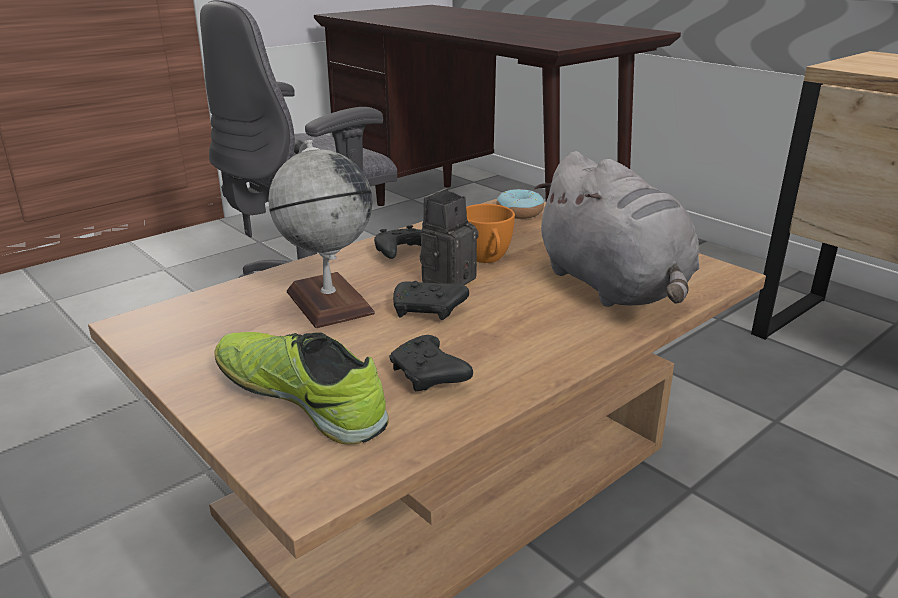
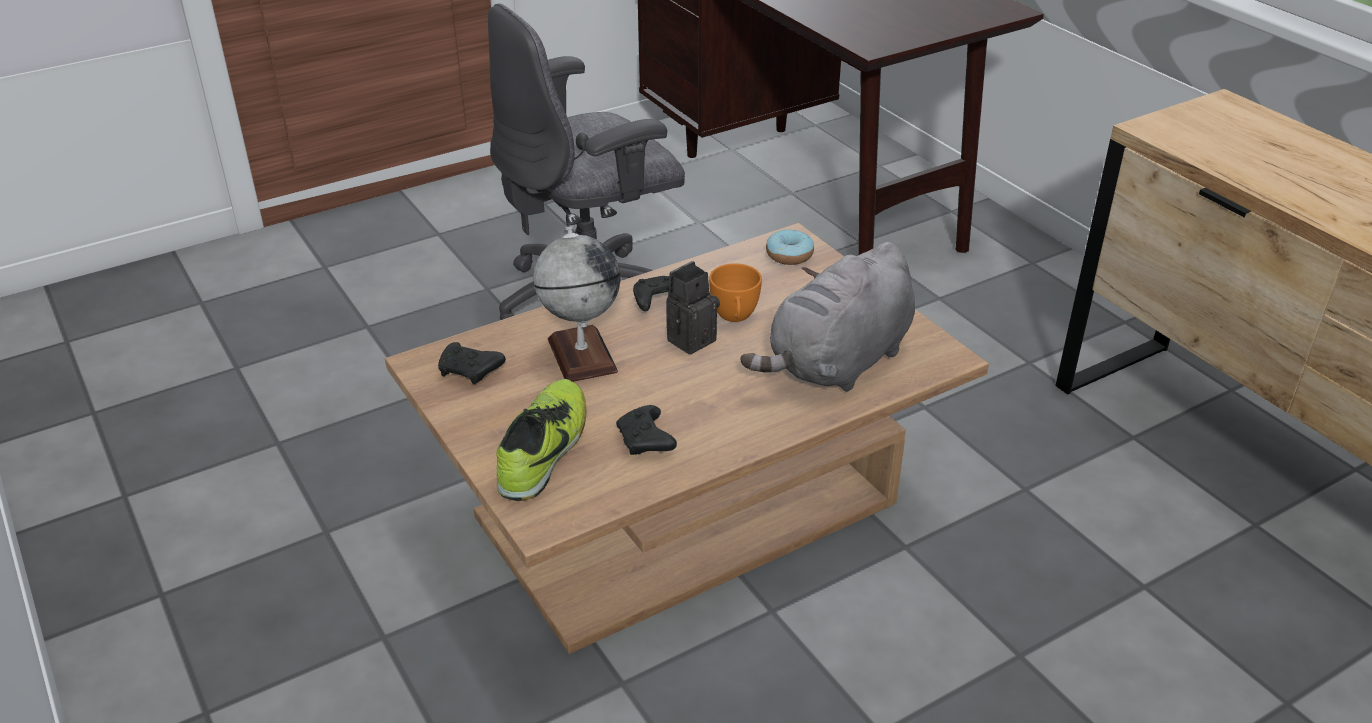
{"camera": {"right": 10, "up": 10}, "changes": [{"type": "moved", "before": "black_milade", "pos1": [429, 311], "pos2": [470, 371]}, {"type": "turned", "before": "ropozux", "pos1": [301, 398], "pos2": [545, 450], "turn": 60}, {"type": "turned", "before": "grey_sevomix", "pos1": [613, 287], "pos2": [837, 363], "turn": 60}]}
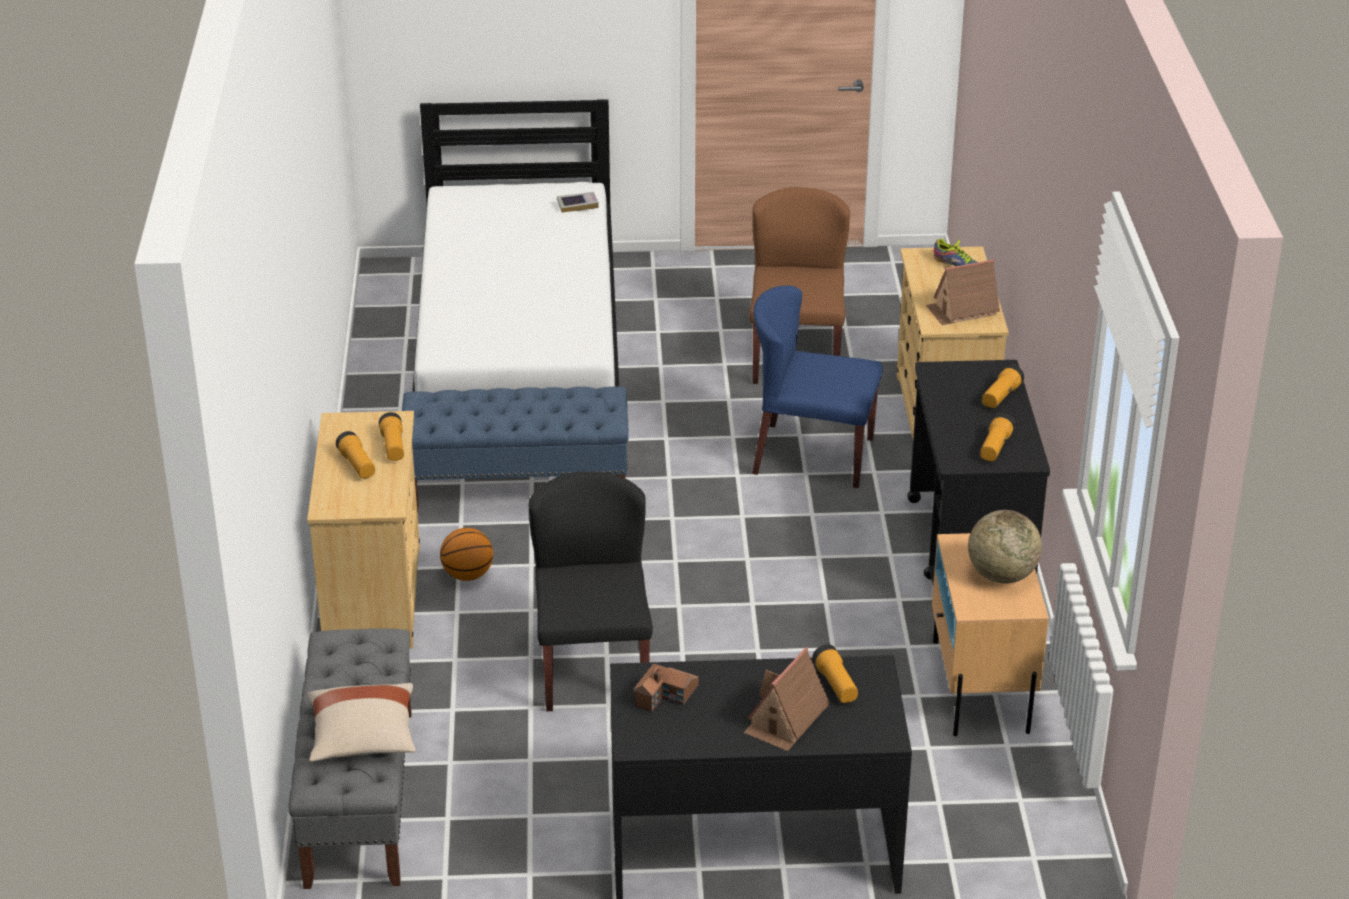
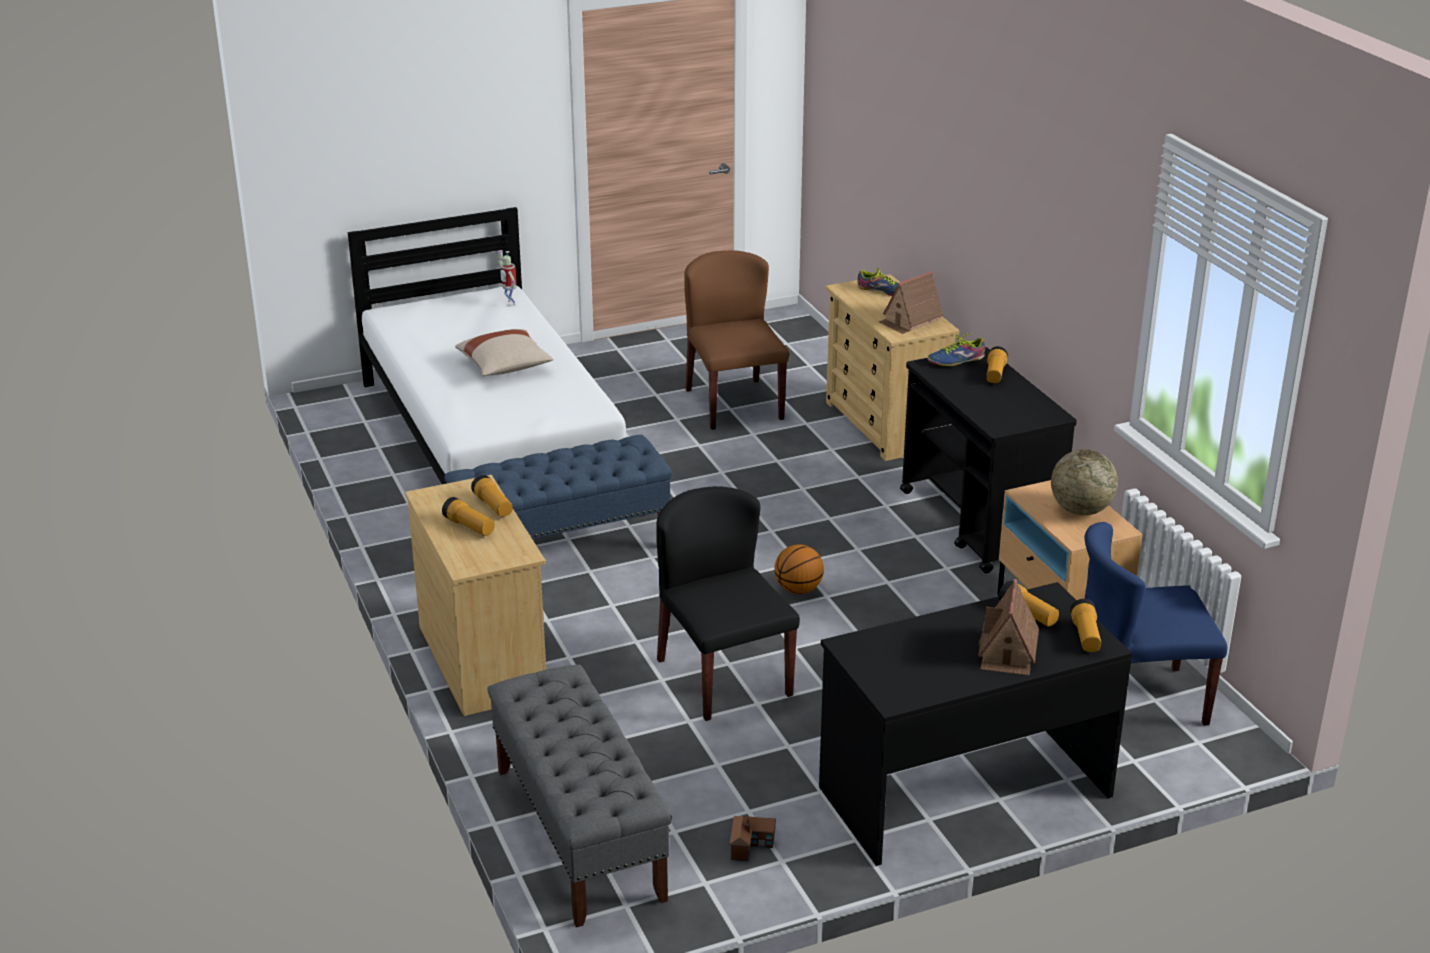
{"camera": {"right": -20, "up": -5}, "changes": [{"type": "added", "after": "ropozux", "pos2": [956, 360]}, {"type": "moved", "before": "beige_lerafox", "pos1": [363, 738], "pos2": [505, 367]}, {"type": "moved", "before": "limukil", "pos1": [467, 575], "pos2": [798, 590]}, {"type": "moved", "before": "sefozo", "pos1": [666, 695], "pos2": [752, 843]}, {"type": "moved", "before": "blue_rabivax", "pos1": [812, 455], "pos2": [1135, 700]}, {"type": "moved", "before": "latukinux", "pos1": [995, 447], "pos2": [1085, 636]}, {"type": "replaced", "before": "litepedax", "after": "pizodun", "pos1": [577, 205], "pos2": [509, 303]}]}
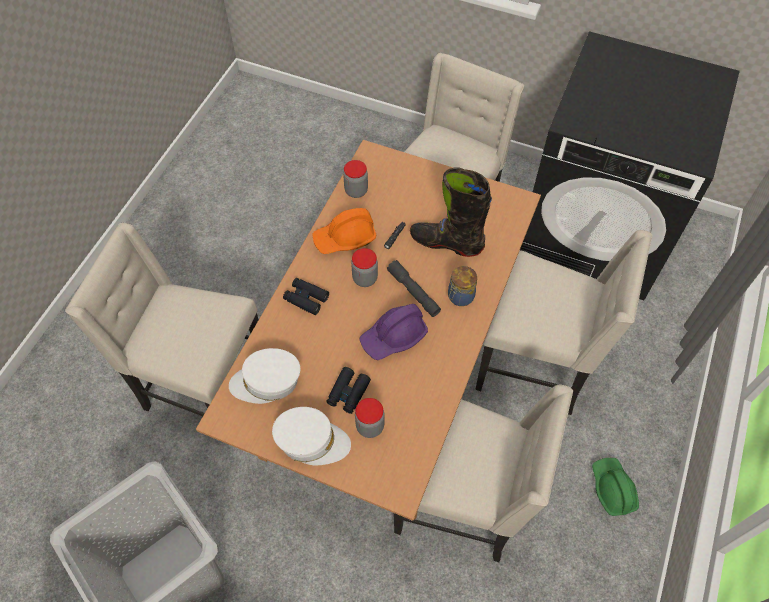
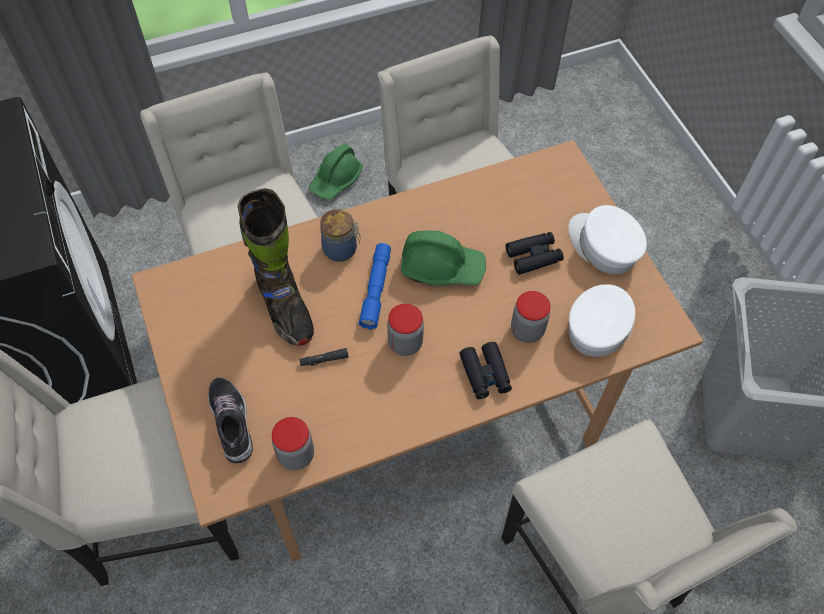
{"camera": {"right": -135, "up": 0}, "changes": [{"type": "removed", "before": "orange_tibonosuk", "pos1": [345, 238]}, {"type": "added", "after": "ropozux", "pos2": [231, 422]}, {"type": "moved", "before": "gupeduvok", "pos1": [370, 426], "pos2": [527, 330]}, {"type": "recoloured", "before": "purple_tibonosuk", "after": "green_tibonosuk", "pos1": [394, 337], "pos2": [442, 267]}, {"type": "recoloured", "before": "grey_latukinux", "after": "blue_latukinux", "pos1": [413, 292], "pos2": [376, 289]}, {"type": "turned", "before": "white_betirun", "pos1": [267, 382], "pos2": [600, 326], "turn": -90}]}
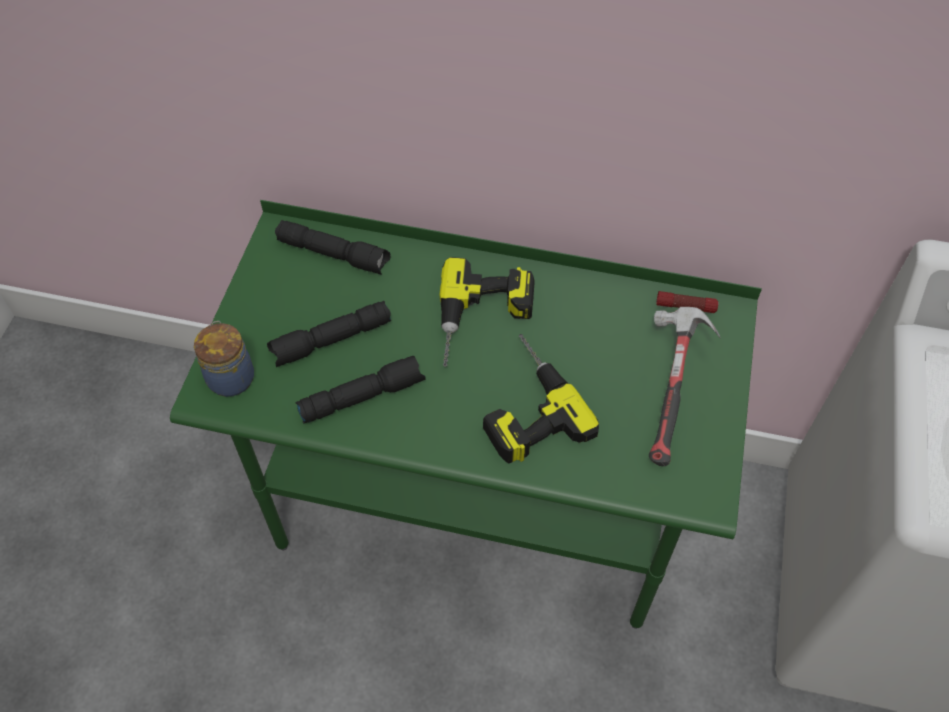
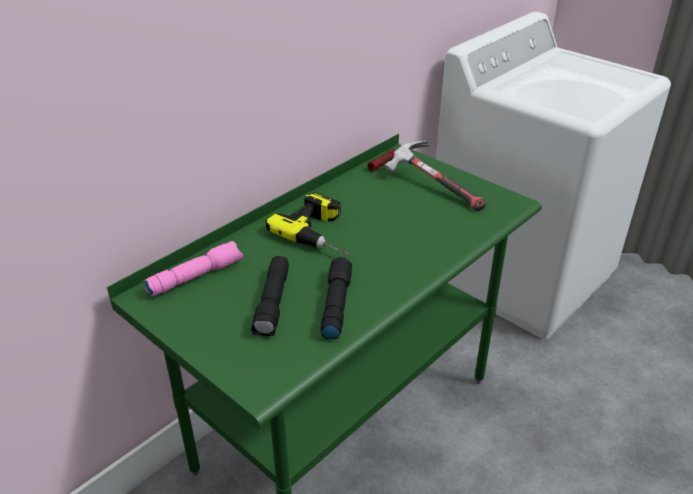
{"camera": {"right": -60, "up": -20}, "changes": [{"type": "removed", "before": "gupeduvok", "pos1": [231, 376]}, {"type": "removed", "before": "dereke", "pos1": [523, 404]}, {"type": "recoloured", "before": "black_latukinux", "after": "pink_latukinux", "pos1": [334, 254], "pos2": [196, 276]}]}
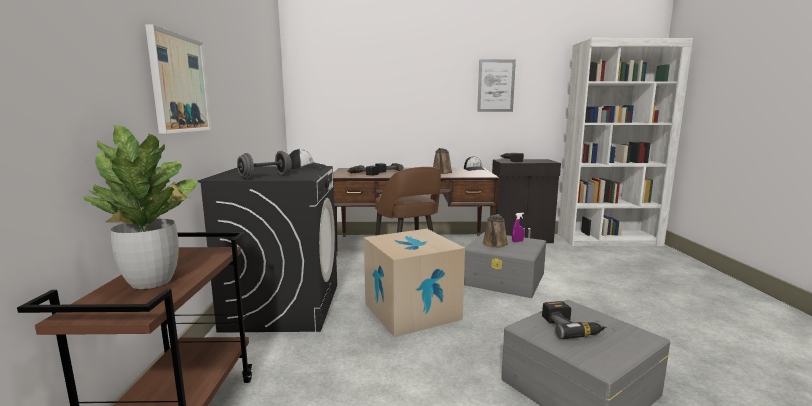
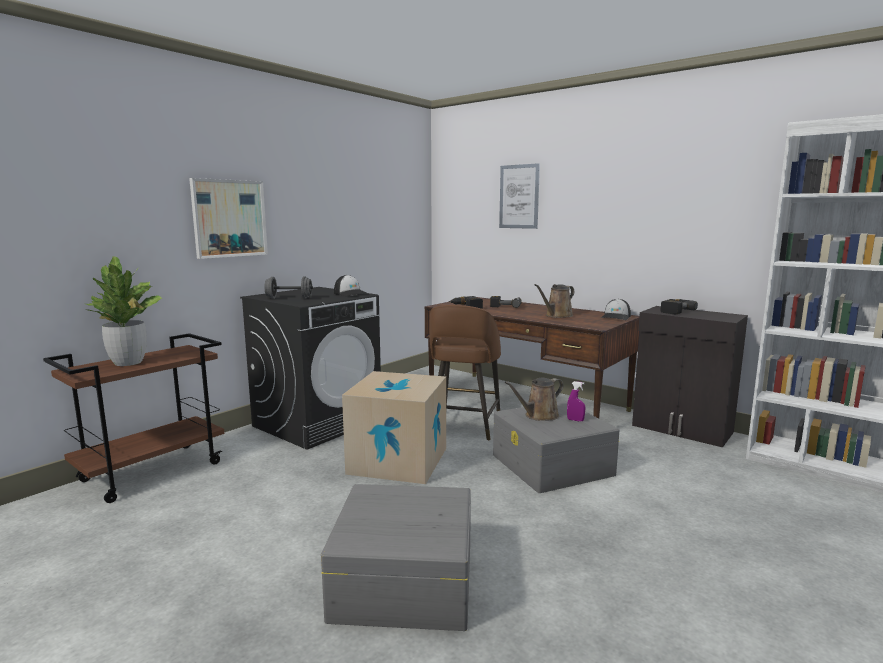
{"camera": {"right": 40, "up": 0}, "changes": [{"type": "removed", "before": "dereke", "pos1": [571, 328]}, {"type": "moved", "before": "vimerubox", "pos1": [496, 86], "pos2": [519, 196]}]}
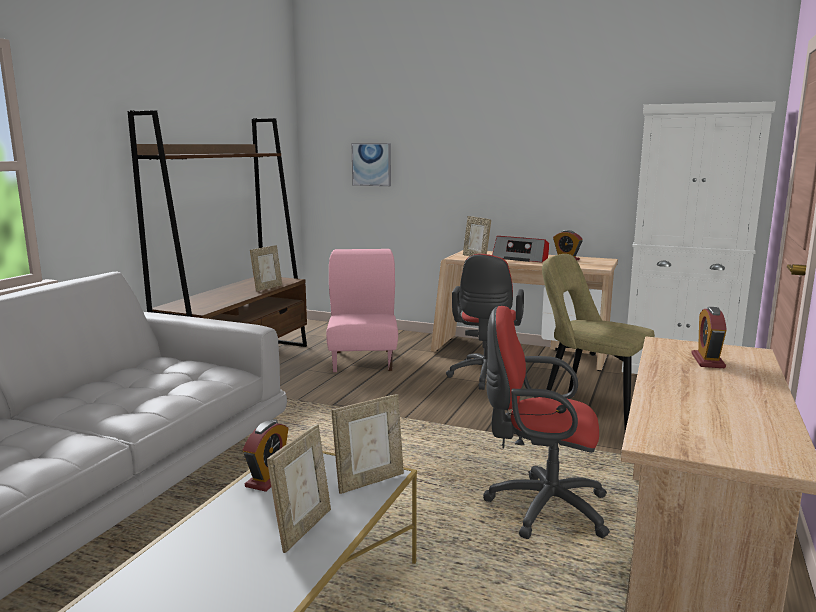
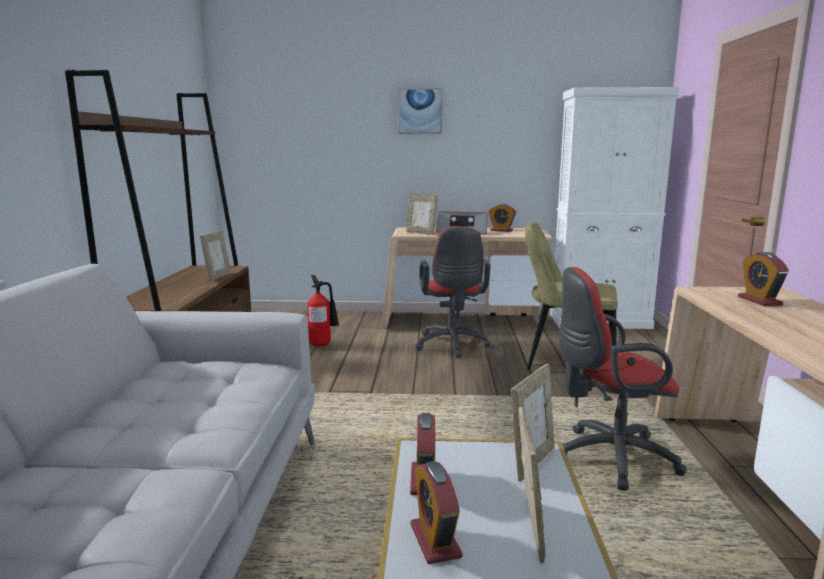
{"camera": {"right": -20, "up": 0}, "changes": [{"type": "added", "after": "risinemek", "pos2": [435, 541]}, {"type": "moved", "before": "vimerubox", "pos1": [371, 164], "pos2": [420, 111]}, {"type": "replaced", "before": "pink_rabivax", "after": "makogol", "pos1": [363, 360], "pos2": [323, 344]}]}
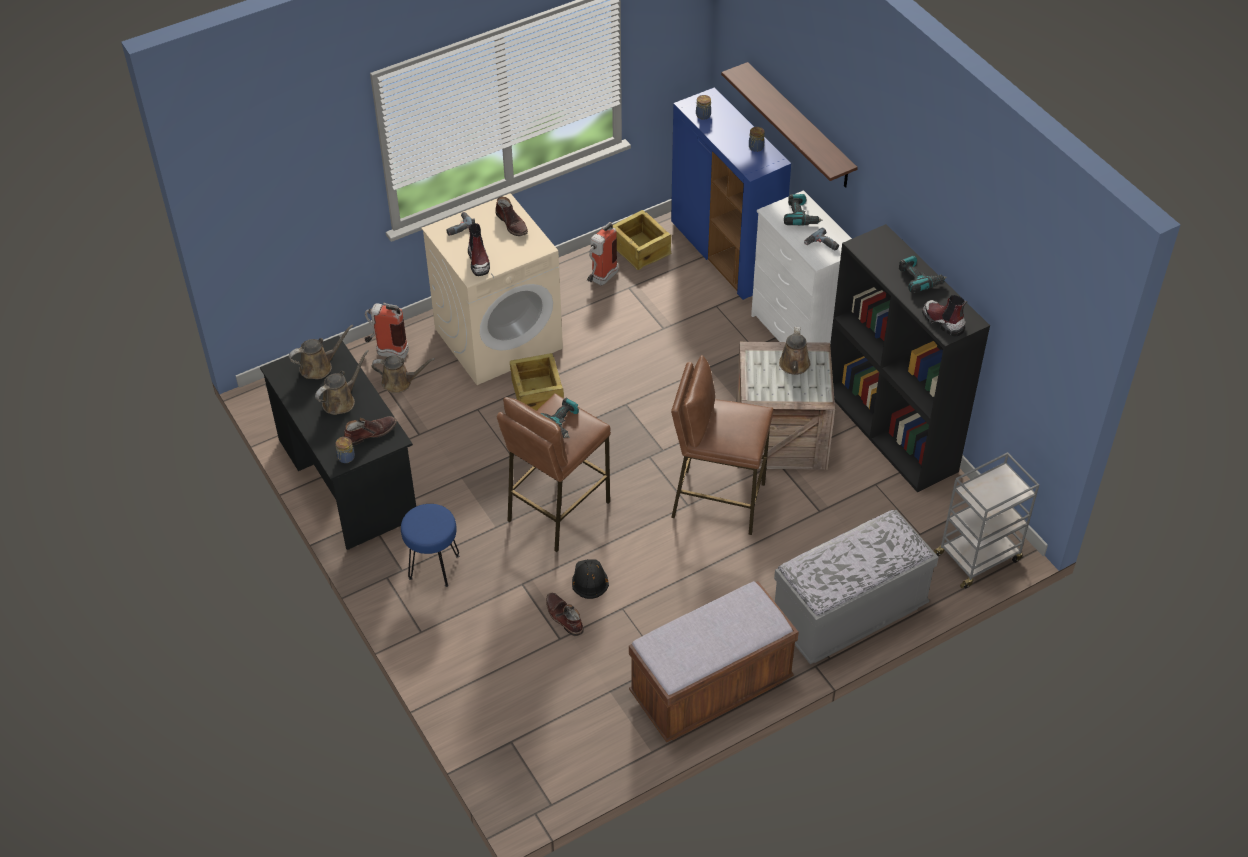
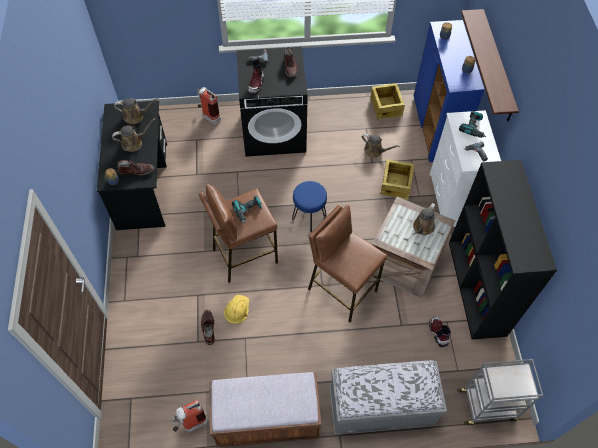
{"camera": {"right": 25, "up": 10}, "changes": [{"type": "removed", "before": "dereke", "pos1": [919, 279]}, {"type": "moved", "before": "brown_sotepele", "pos1": [400, 382], "pos2": [375, 151]}, {"type": "moved", "before": "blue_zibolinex", "pos1": [434, 566], "pos2": [309, 217]}, {"type": "moved", "before": "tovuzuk", "pos1": [538, 393], "pos2": [396, 184]}, {"type": "moved", "before": "makogol", "pos1": [601, 280], "pos2": [191, 425]}, {"type": "moved", "before": "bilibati", "pos1": [942, 321], "pos2": [438, 332]}, {"type": "recoloured", "before": "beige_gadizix", "after": "black_gadizix", "pos1": [499, 338], "pos2": [274, 132]}, {"type": "recoloured", "before": "black_tibonosuk", "after": "yellow_tibonosuk", "pos1": [589, 579], "pos2": [237, 309]}]}
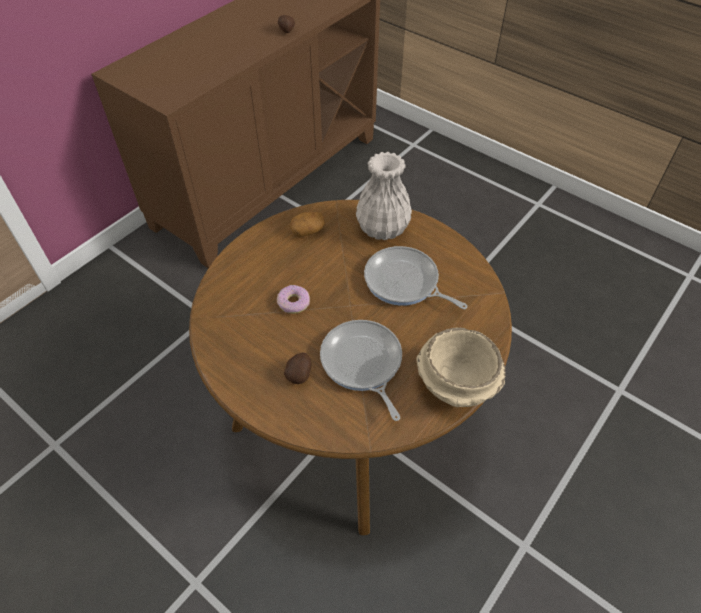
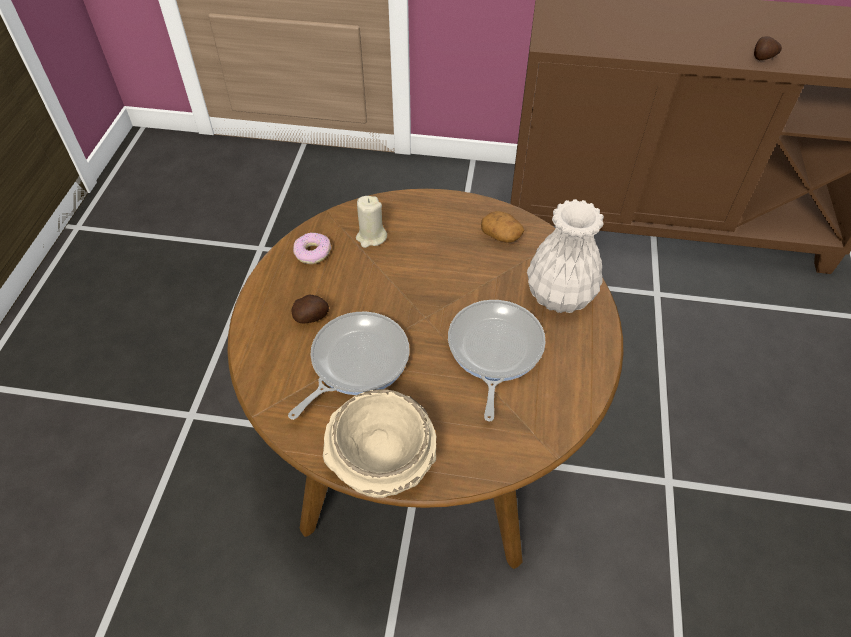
{"camera": {"right": 60, "up": 0}, "changes": [{"type": "added", "after": "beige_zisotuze", "pos2": [371, 237]}, {"type": "moved", "before": "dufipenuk", "pos1": [293, 303], "pos2": [312, 252]}]}
